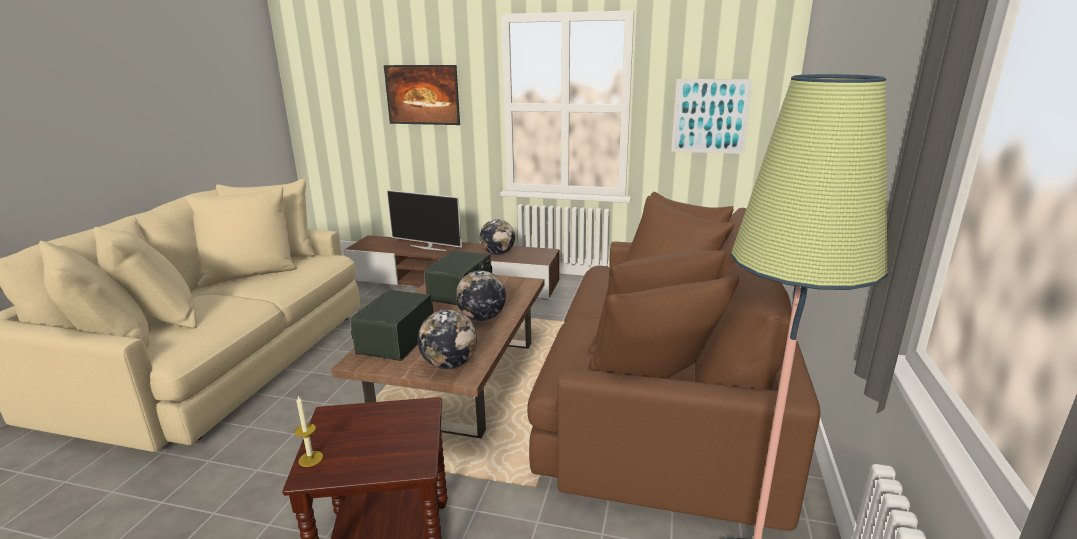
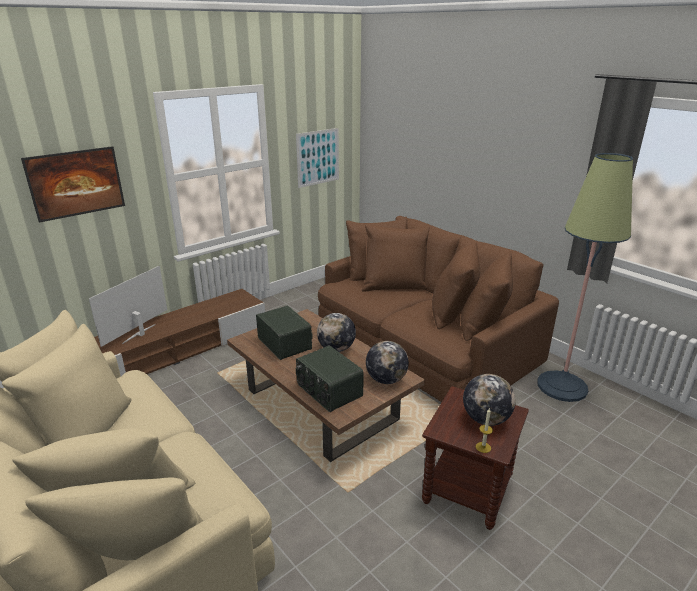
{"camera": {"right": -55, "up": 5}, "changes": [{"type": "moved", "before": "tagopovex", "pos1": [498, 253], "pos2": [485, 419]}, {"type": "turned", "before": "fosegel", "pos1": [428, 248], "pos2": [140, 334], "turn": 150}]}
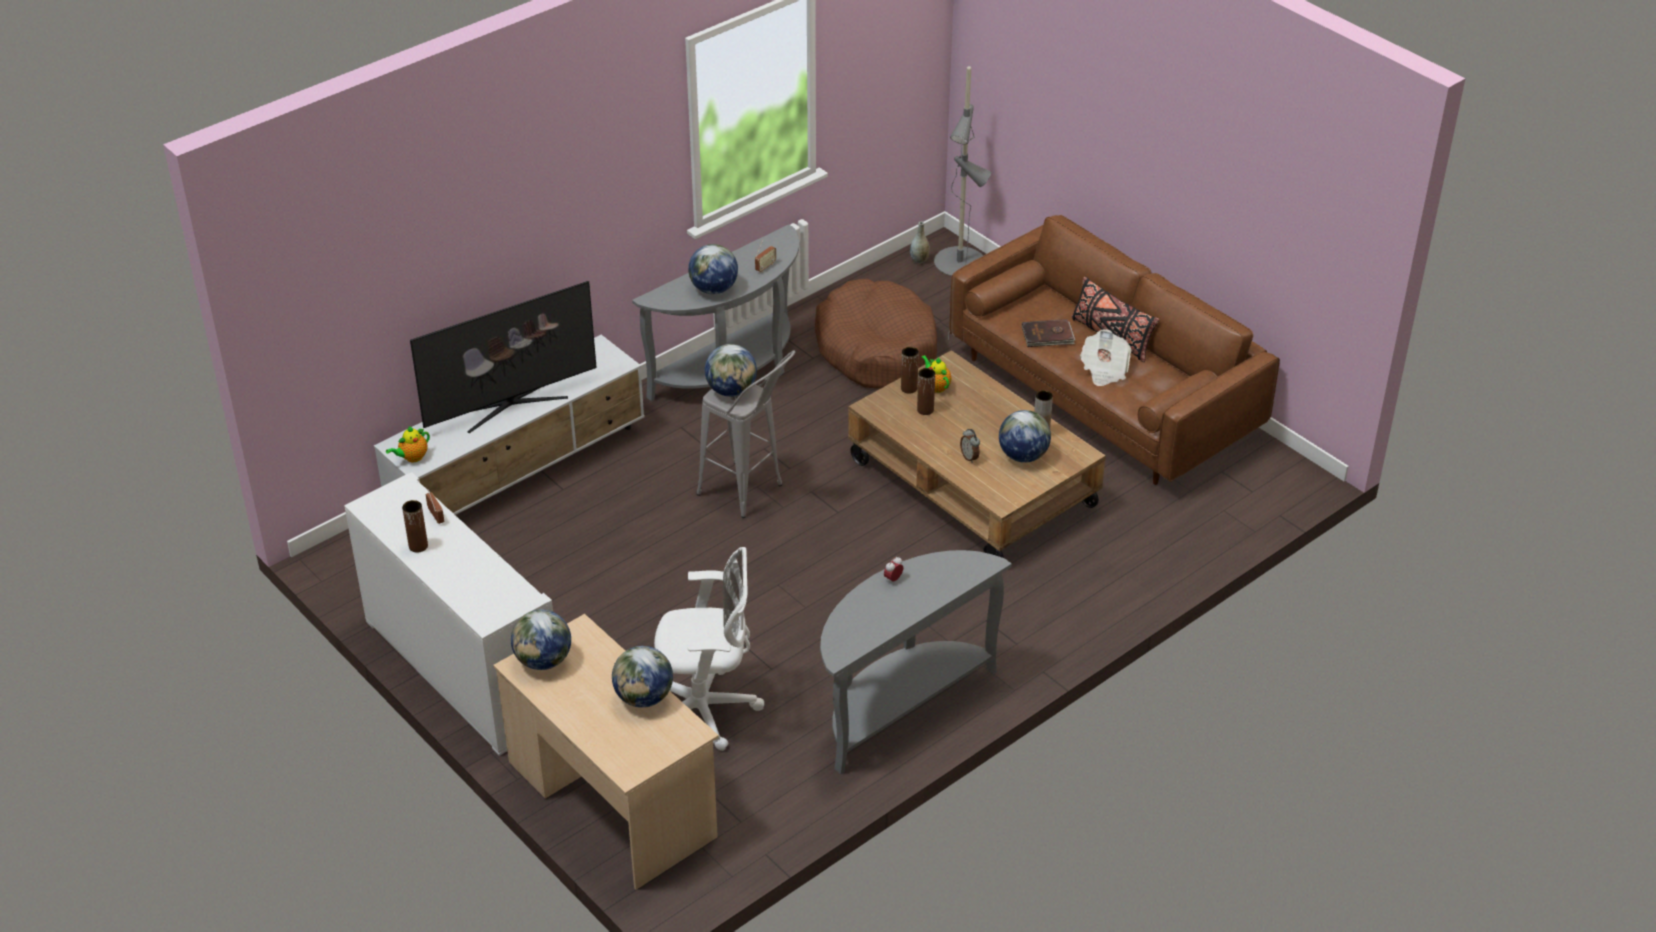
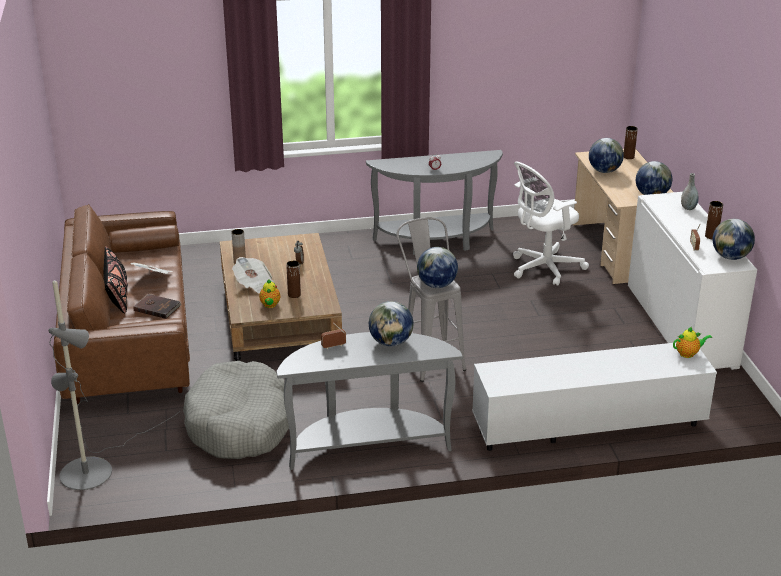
{"camera": {"right": -150, "up": -10}, "changes": [{"type": "removed", "before": "fosegel", "pos1": [510, 405]}, {"type": "added", "after": "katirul", "pos2": [254, 285]}, {"type": "moved", "before": "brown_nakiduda", "pos1": [909, 388], "pos2": [628, 157]}, {"type": "moved", "before": "grey_nakiduda", "pos1": [919, 260], "pos2": [688, 208]}, {"type": "moved", "before": "tagopovex", "pos1": [1023, 456], "pos2": [730, 257]}, {"type": "recoloured", "before": "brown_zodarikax", "after": "grey_zodarikax", "pos1": [876, 349], "pos2": [239, 424]}, {"type": "turned", "before": "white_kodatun", "pos1": [706, 709], "pos2": [543, 268], "turn": -60}]}
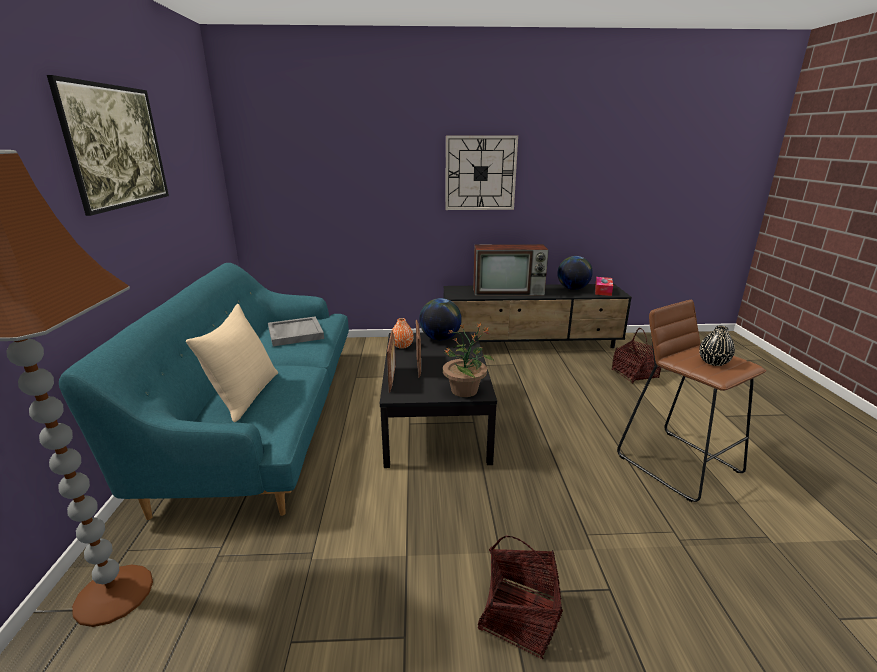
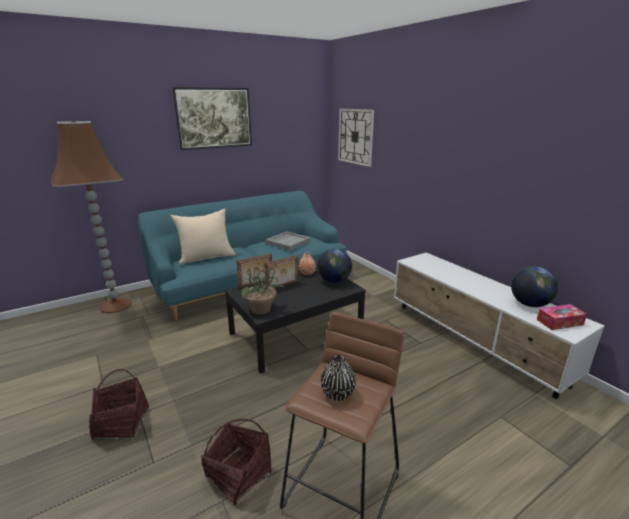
{"camera": {"right": 60, "up": 0}, "changes": [{"type": "removed", "before": "fosegel", "pos1": [509, 291]}, {"type": "moved", "before": "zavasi", "pos1": [480, 173], "pos2": [355, 136]}, {"type": "moved", "before": "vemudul", "pos1": [634, 374], "pos2": [239, 475]}, {"type": "recoloured", "before": "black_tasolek", "after": "white_tasolek", "pos1": [531, 345], "pos2": [473, 342]}]}
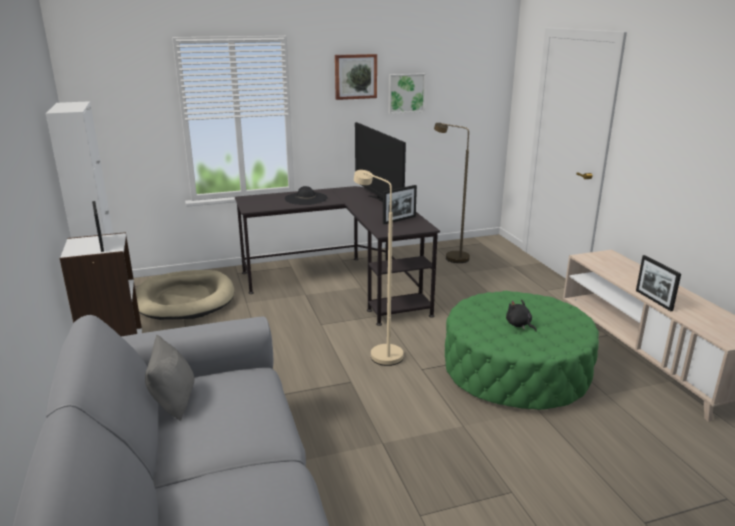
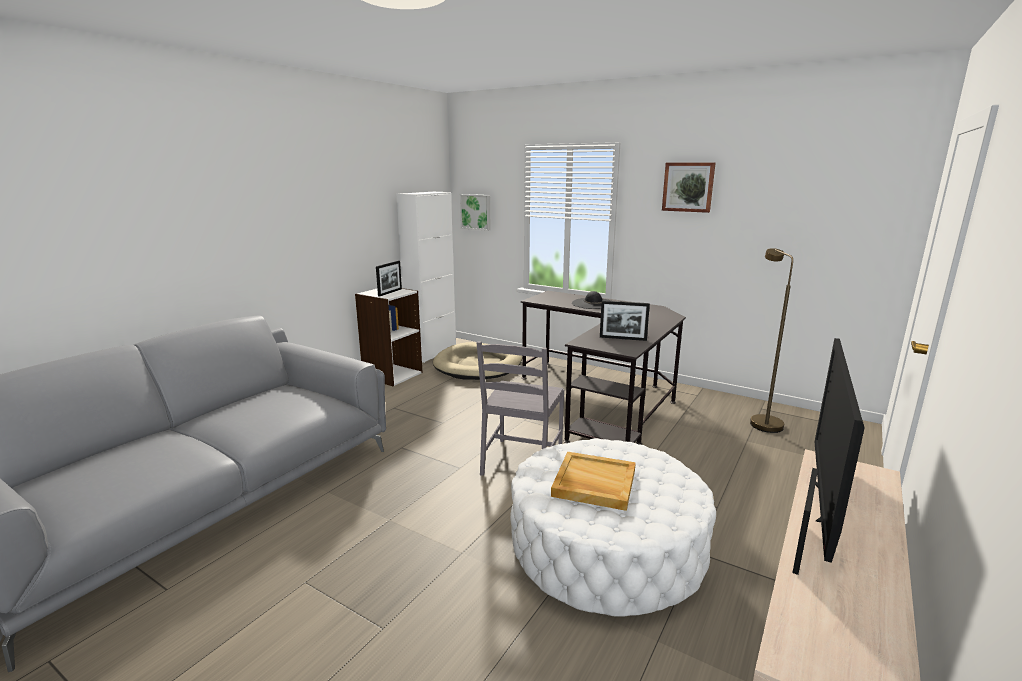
{"camera": {"right": 50, "up": -5}, "changes": [{"type": "removed", "before": "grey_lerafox", "pos1": [173, 401]}, {"type": "moved", "before": "fosegel", "pos1": [379, 200], "pos2": [824, 503]}, {"type": "moved", "before": "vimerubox", "pos1": [406, 93], "pos2": [476, 212]}, {"type": "replaced", "before": "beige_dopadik", "after": "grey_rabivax", "pos1": [380, 353], "pos2": [521, 462]}, {"type": "replaced", "before": "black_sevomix", "after": "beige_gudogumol", "pos1": [519, 325], "pos2": [593, 483]}, {"type": "recoloured", "before": "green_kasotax", "after": "white_kasotax", "pos1": [516, 370], "pos2": [606, 548]}]}
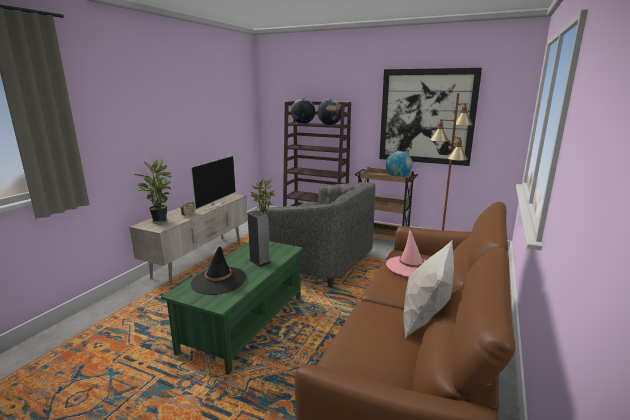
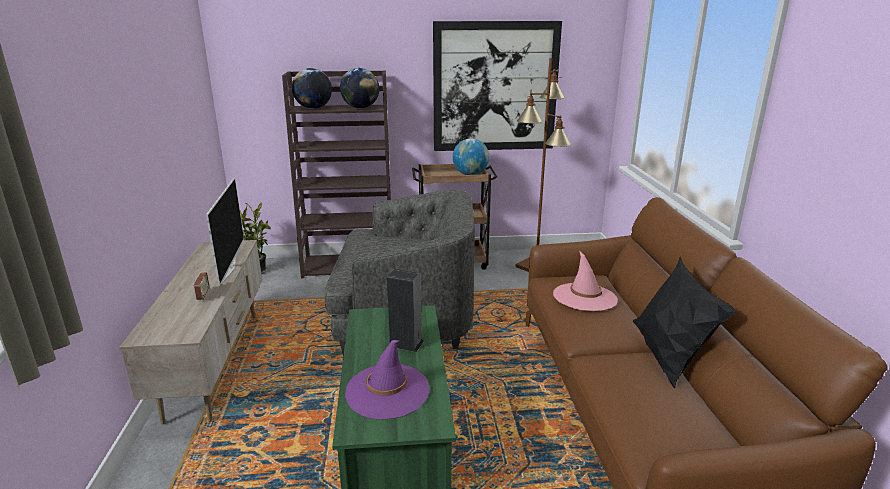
{"camera": {"right": -30, "up": 5}, "changes": [{"type": "removed", "before": "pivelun", "pos1": [160, 221]}, {"type": "recoloured", "before": "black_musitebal", "after": "purple_musitebal", "pos1": [218, 281], "pos2": [387, 391]}, {"type": "recoloured", "before": "white_lerafox", "after": "black_lerafox", "pos1": [425, 321], "pos2": [668, 360]}]}
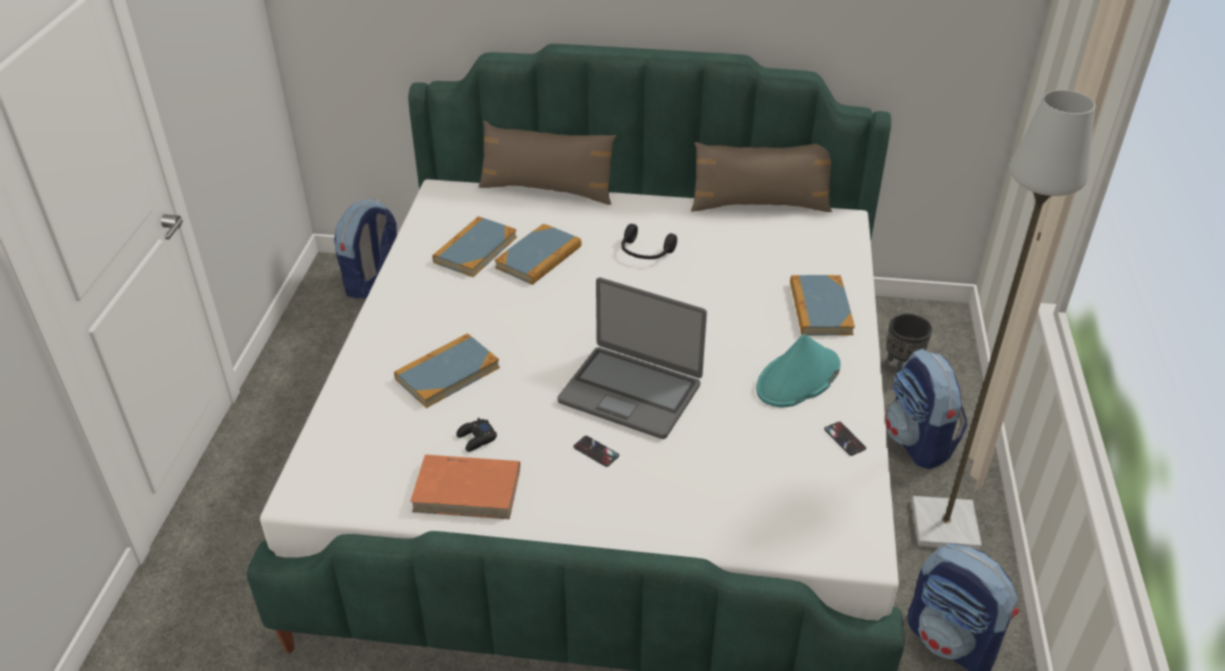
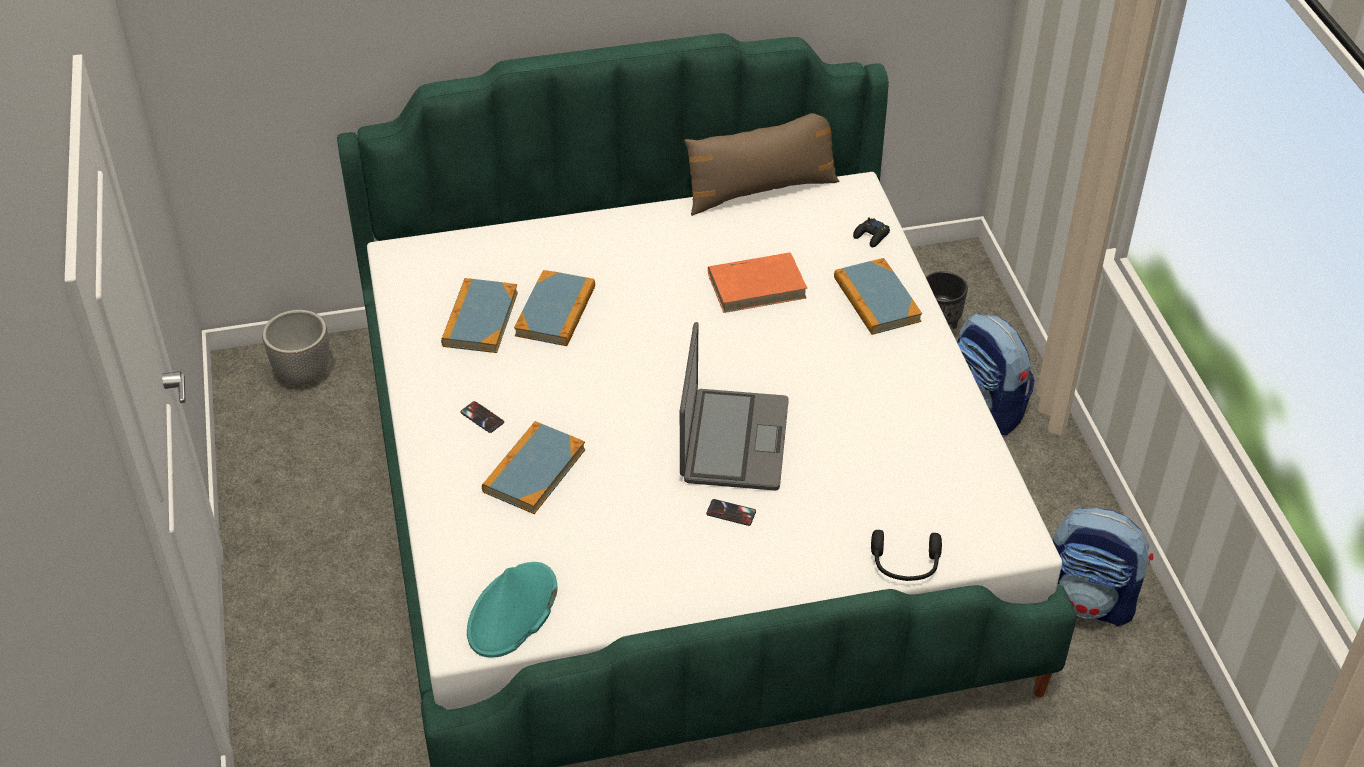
{"camera": {"right": -20, "up": 5}, "changes": [{"type": "removed", "before": "brown_lerafox", "pos1": [547, 190]}, {"type": "removed", "before": "grey_dopadik", "pos1": [945, 524]}, {"type": "moved", "before": "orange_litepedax", "pos1": [468, 490], "pos2": [757, 285]}, {"type": "moved", "before": "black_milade", "pos1": [476, 438], "pos2": [871, 236]}, {"type": "moved", "before": "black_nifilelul", "pos1": [645, 252], "pos2": [905, 565]}, {"type": "moved", "before": "turquoise_musitebal", "pos1": [798, 378], "pos2": [512, 611]}, {"type": "moved", "before": "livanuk", "pos1": [845, 439], "pos2": [482, 417]}, {"type": "replaced", "before": "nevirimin", "after": "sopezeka", "pos1": [373, 282], "pos2": [303, 374]}, {"type": "turned", "before": "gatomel", "pos1": [631, 392], "pos2": [733, 441], "turn": -90}]}
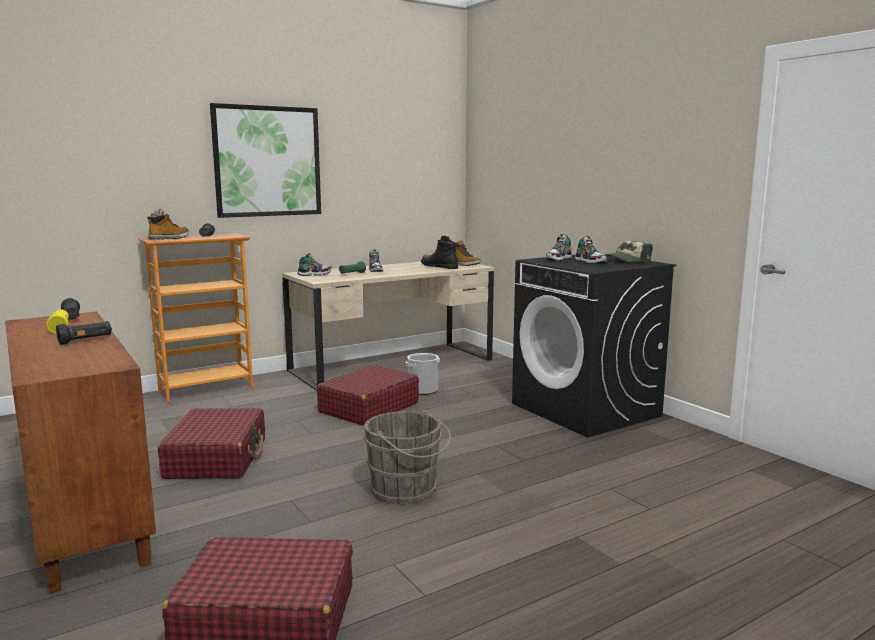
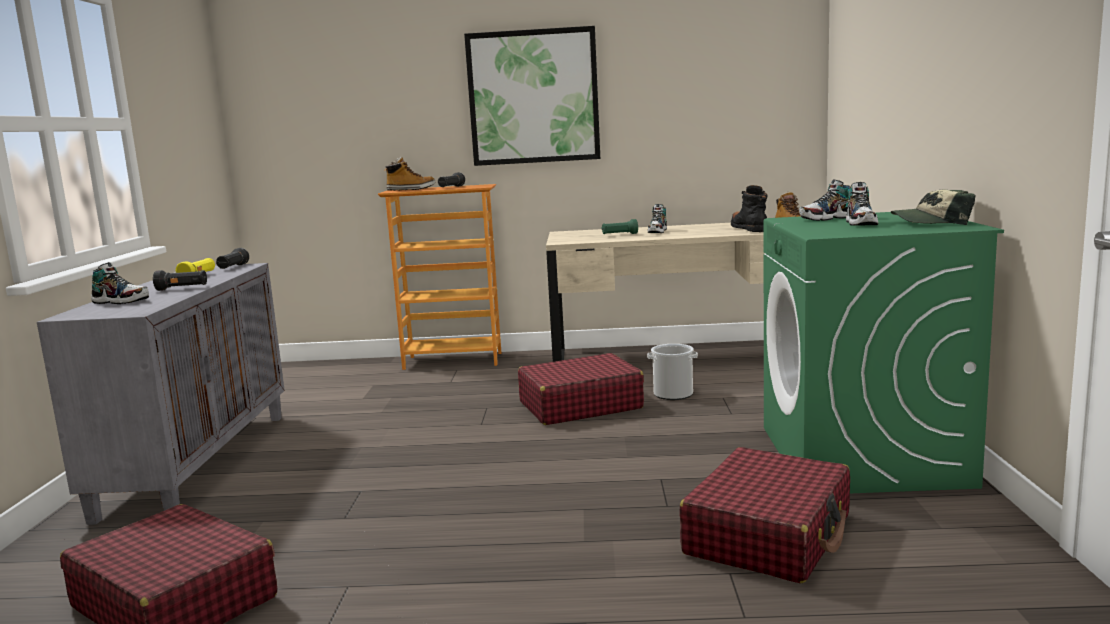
{"camera": {"right": 35, "up": 0}, "changes": [{"type": "removed", "before": "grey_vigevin", "pos1": [407, 491]}, {"type": "moved", "before": "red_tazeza", "pos1": [217, 458], "pos2": [769, 535]}, {"type": "moved", "before": "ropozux", "pos1": [314, 274], "pos2": [121, 301]}, {"type": "recoloured", "before": "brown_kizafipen", "after": "grey_kizafipen", "pos1": [82, 515], "pos2": [197, 462]}, {"type": "recoloured", "before": "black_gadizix", "after": "green_gadizix", "pos1": [586, 410], "pos2": [863, 456]}]}
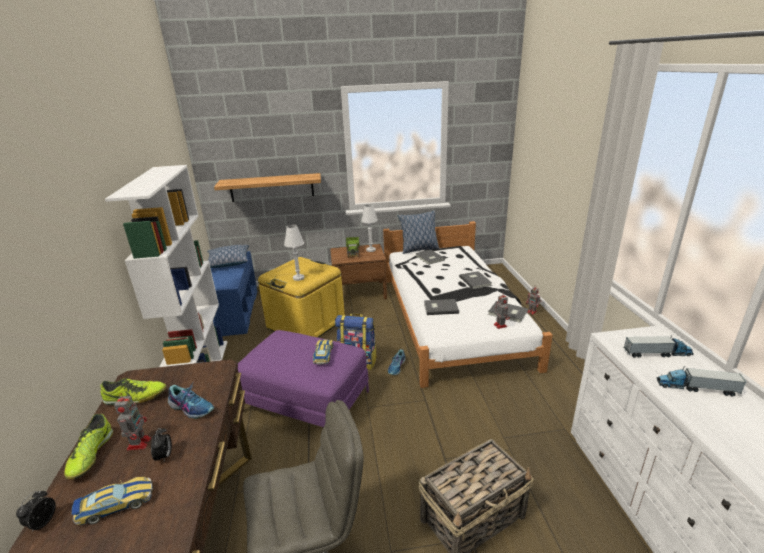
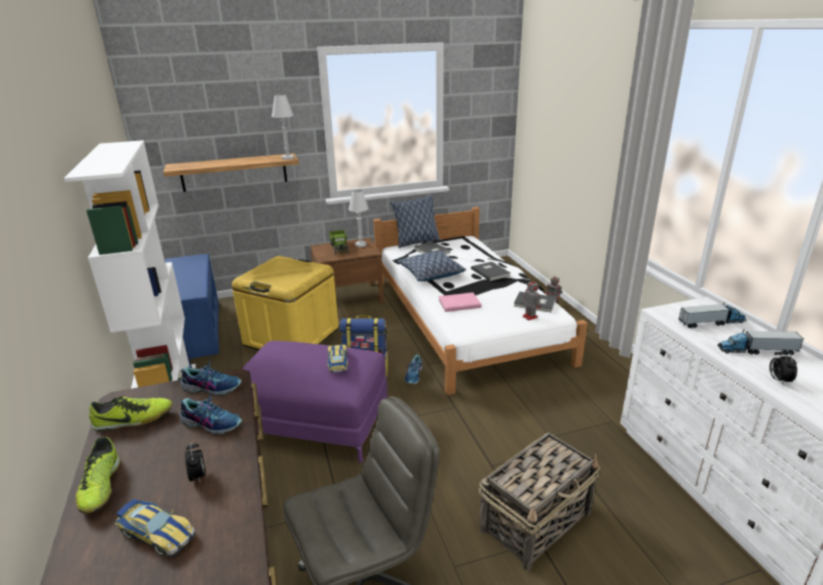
{"camera": {"right": -10, "up": 0}, "changes": [{"type": "removed", "before": "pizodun", "pos1": [139, 442]}, {"type": "added", "after": "ropozux", "pos2": [212, 387]}, {"type": "moved", "before": "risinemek", "pos1": [43, 522], "pos2": [778, 380]}, {"type": "moved", "before": "lerafox", "pos1": [228, 262], "pos2": [430, 273]}, {"type": "moved", "before": "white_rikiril", "pos1": [298, 278], "pos2": [287, 158]}, {"type": "recoloured", "before": "grey_litepedax", "after": "pink_litepedax", "pos1": [440, 308], "pos2": [458, 303]}, {"type": "turned", "before": "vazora", "pos1": [116, 504], "pos2": [157, 533], "turn": 60}]}
